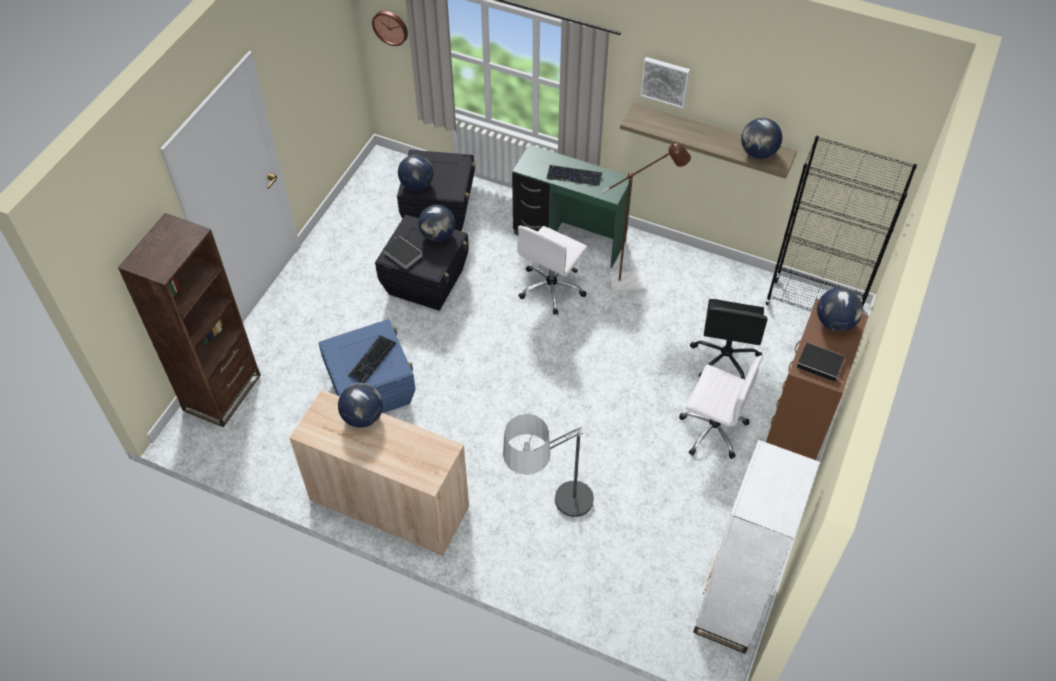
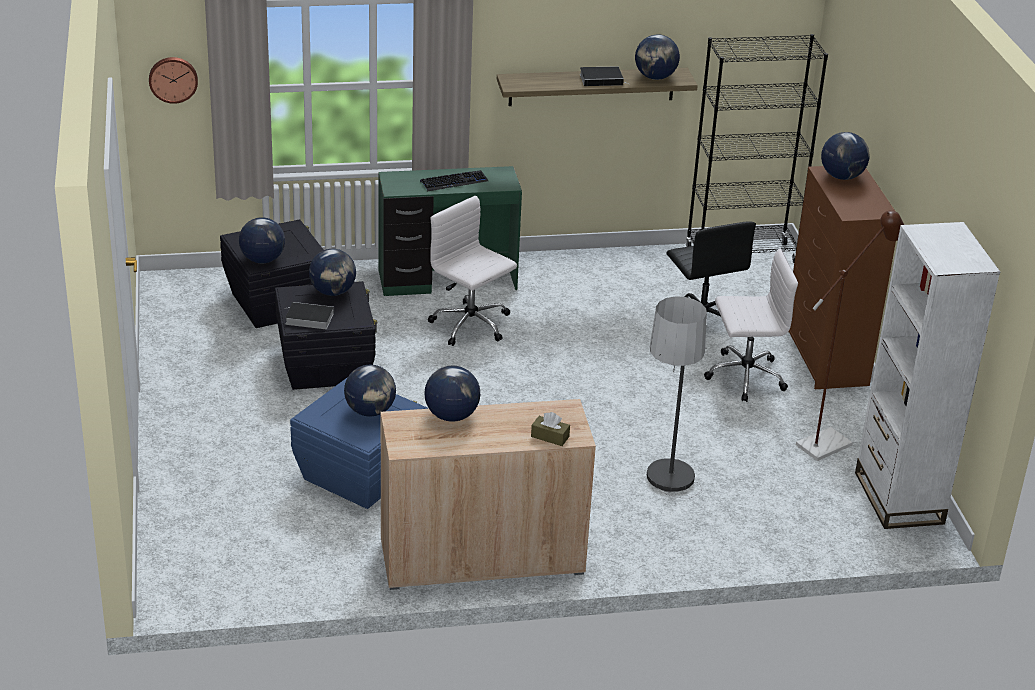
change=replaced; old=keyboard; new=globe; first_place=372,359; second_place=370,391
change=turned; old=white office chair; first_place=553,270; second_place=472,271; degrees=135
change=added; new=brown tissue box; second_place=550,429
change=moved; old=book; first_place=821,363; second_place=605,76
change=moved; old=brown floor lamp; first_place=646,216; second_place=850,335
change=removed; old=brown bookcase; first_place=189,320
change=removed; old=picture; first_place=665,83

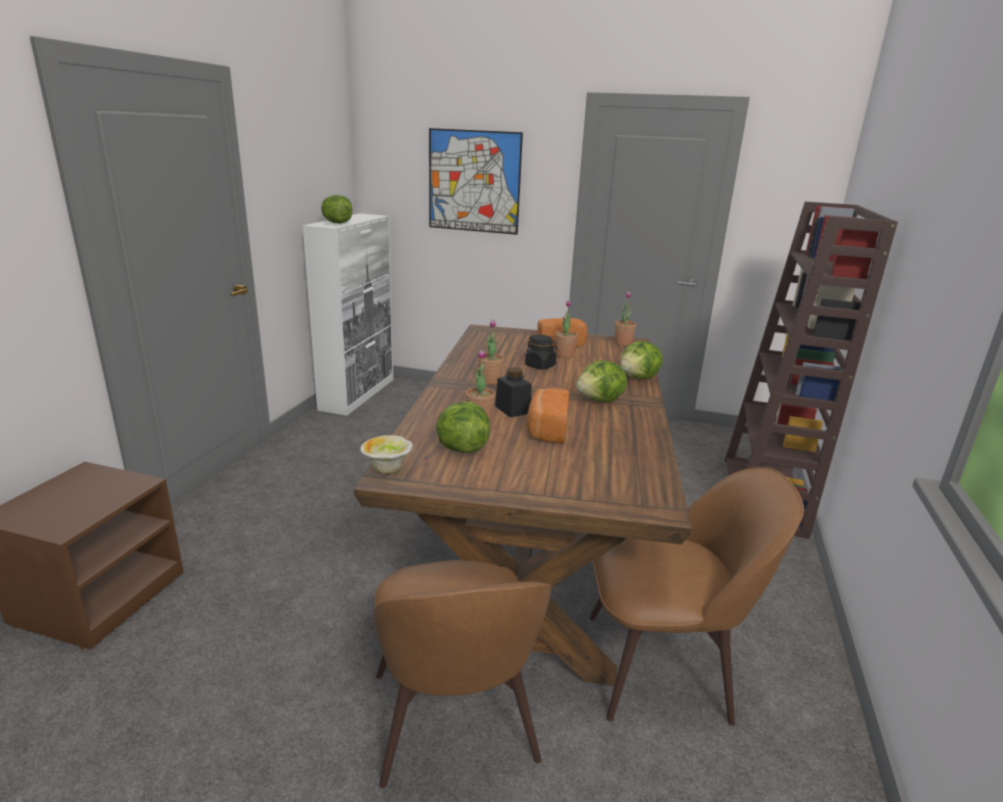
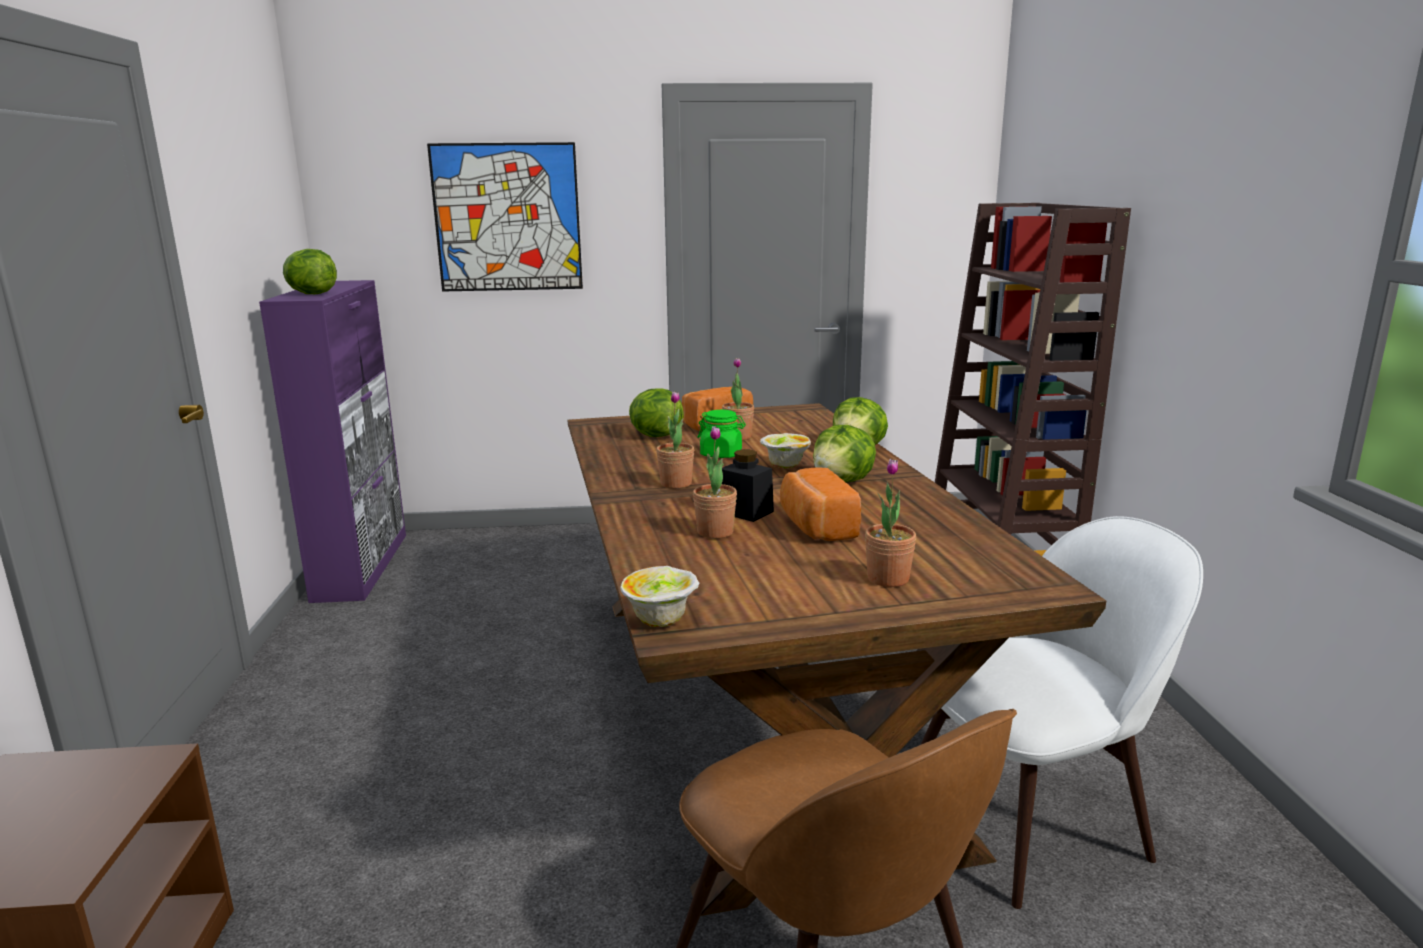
change=recoloured; old=white cabinet; new=purple cabinet; first_place=348,314; second_place=332,441
change=moved; old=lettuce; first_place=463,427; second_place=656,412
change=recoloured; old=black jar; new=green jar; first_place=541,352; second_place=722,434
change=added; new=bowl; second_place=785,451
change=moved; old=potted plant; first_place=625,318; second_place=890,523
change=recoloured; old=brown chair; new=white chair; first_place=696,596; second_place=1062,712

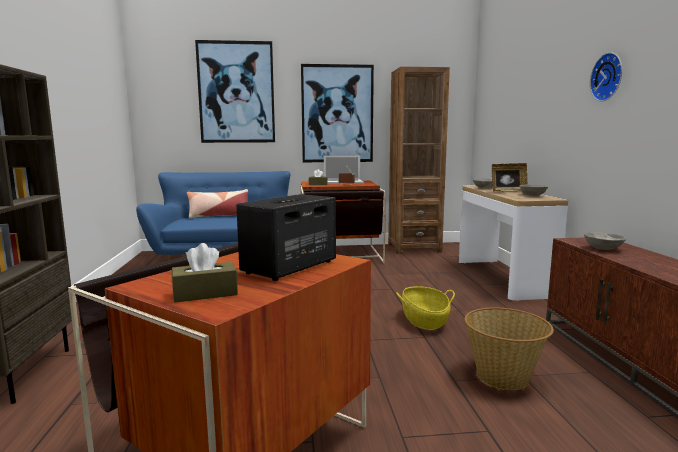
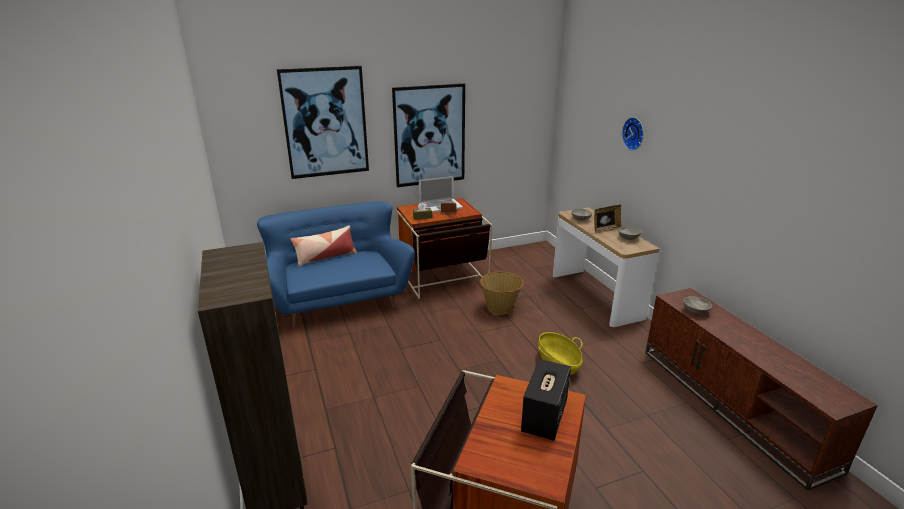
change=moved; old=basket; first_place=509,348; second_place=502,293
change=moved; old=wall clock; first_place=606,76; second_place=633,134
change=removed; old=brown tissue box; first_place=205,273
change=removed; old=brown bookcase; first_place=419,160

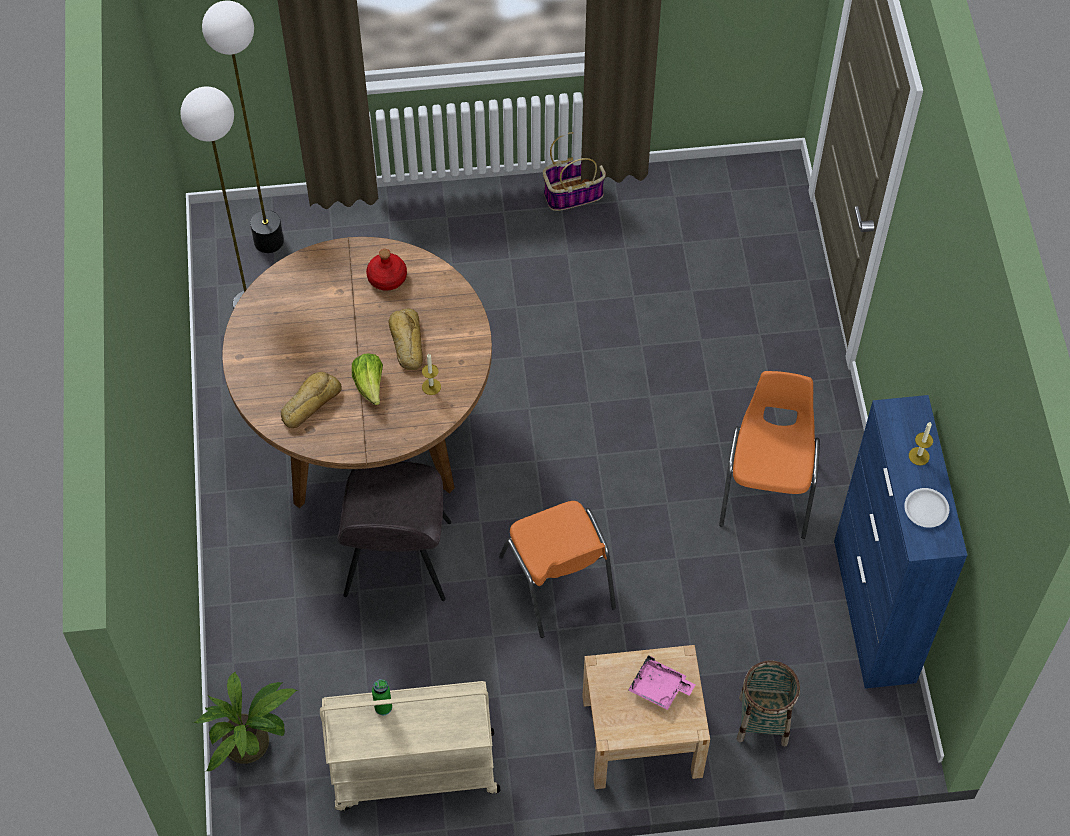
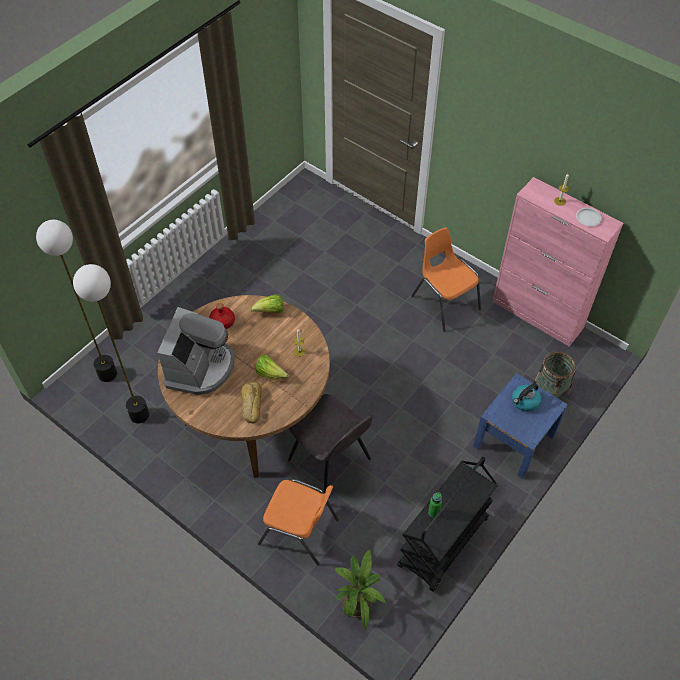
change=added; new=coffee machine; second_place=196,351
change=added; new=lettuce; second_place=267,303
change=moved; old=orange chair; first_place=557,569; second_place=298,522
change=recoloured; old=beige cart; new=black cart; first_place=410,746; second_place=447,524
change=recoloured; old=beige nightstand; new=blue nightstand; first_place=646,717; second_place=520,426
change=recoloured; old=blue cabinet; new=pink cabinet; first_place=901,542; second_place=557,261
change=replaced; old=pink tray; new=kettle; first_place=661,682; second_place=526,397
change=removed; old=bread; first_place=406,339
change=removed; old=basket; first_place=574,171

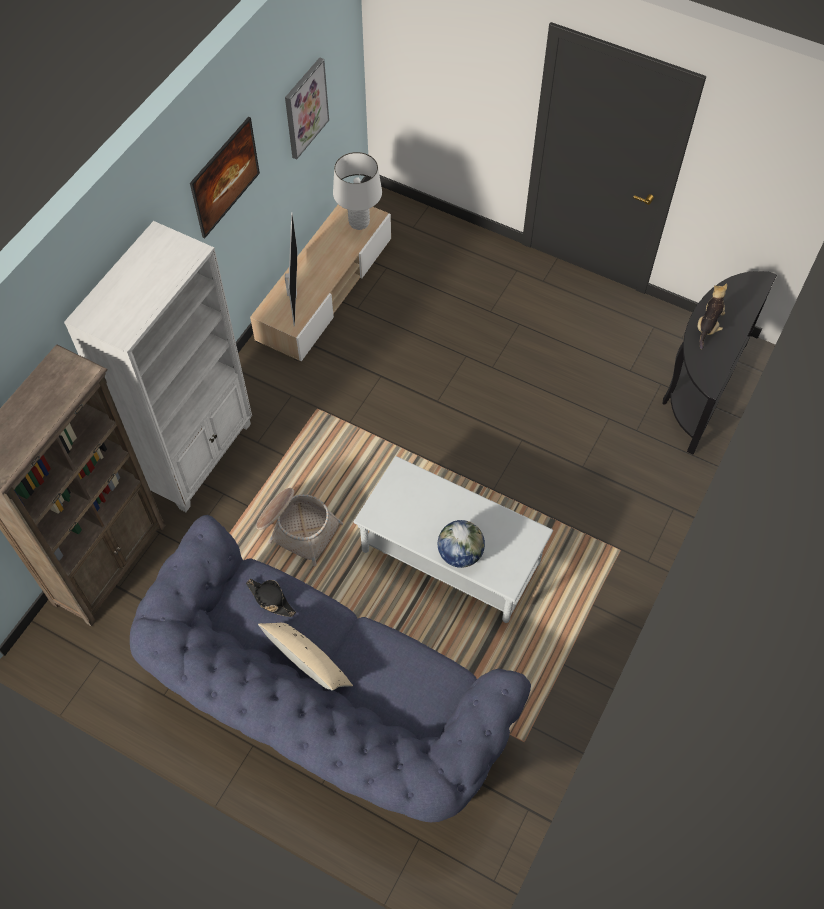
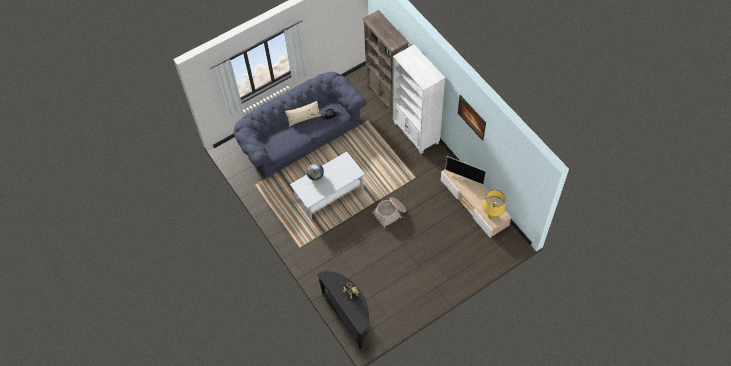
change=moved; old=basket; first_place=299,527; second_place=389,213
change=recoloured; old=white table lamp; new=yellow table lamp; first_place=357,191; second_place=494,205
change=removed; old=picture; first_place=307,109

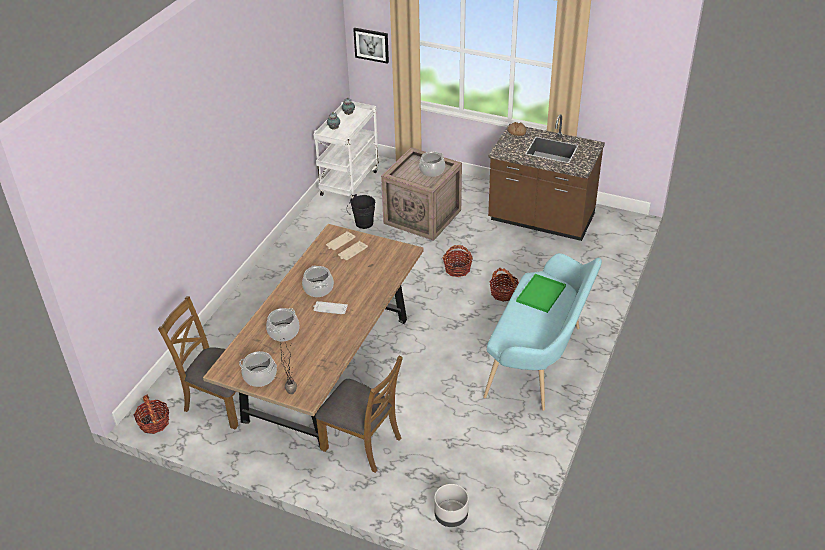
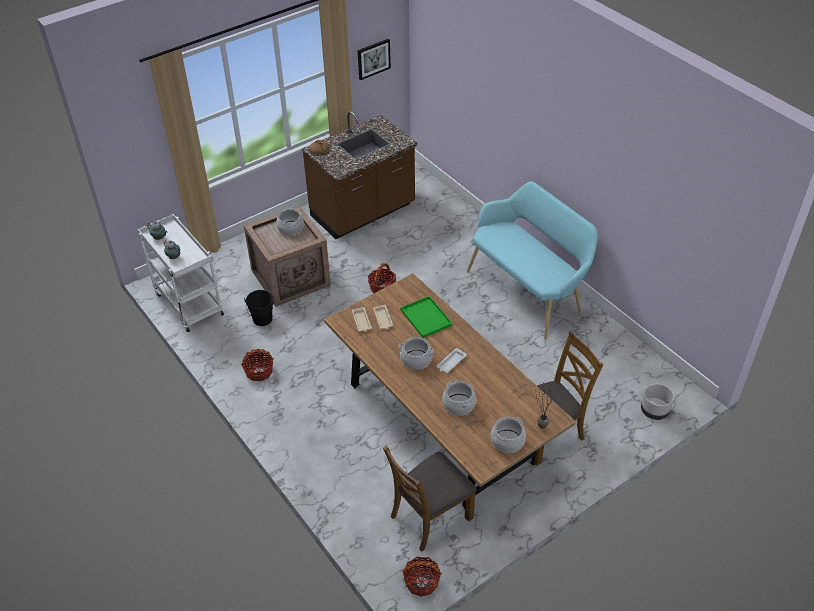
change=moved; old=basket; first_place=504,285; second_place=257,365
change=moved; old=picture; first_place=371,46; second_place=374,59
change=moved; old=green tray; first_place=541,293; second_place=426,317

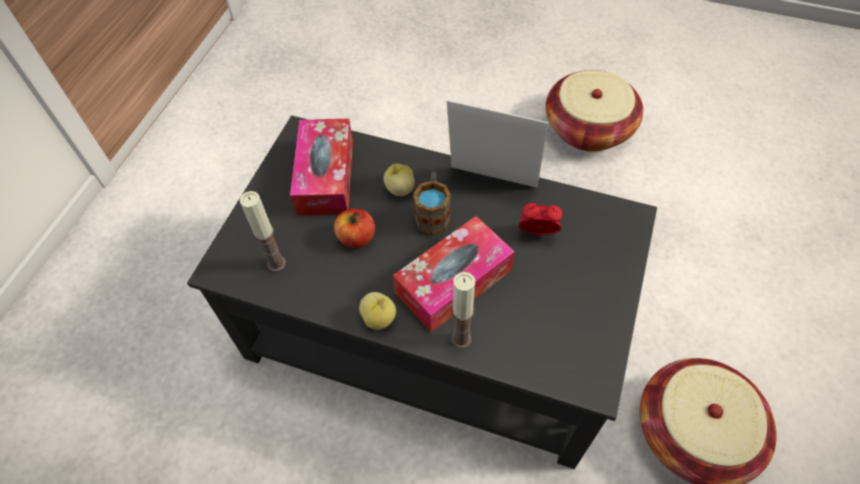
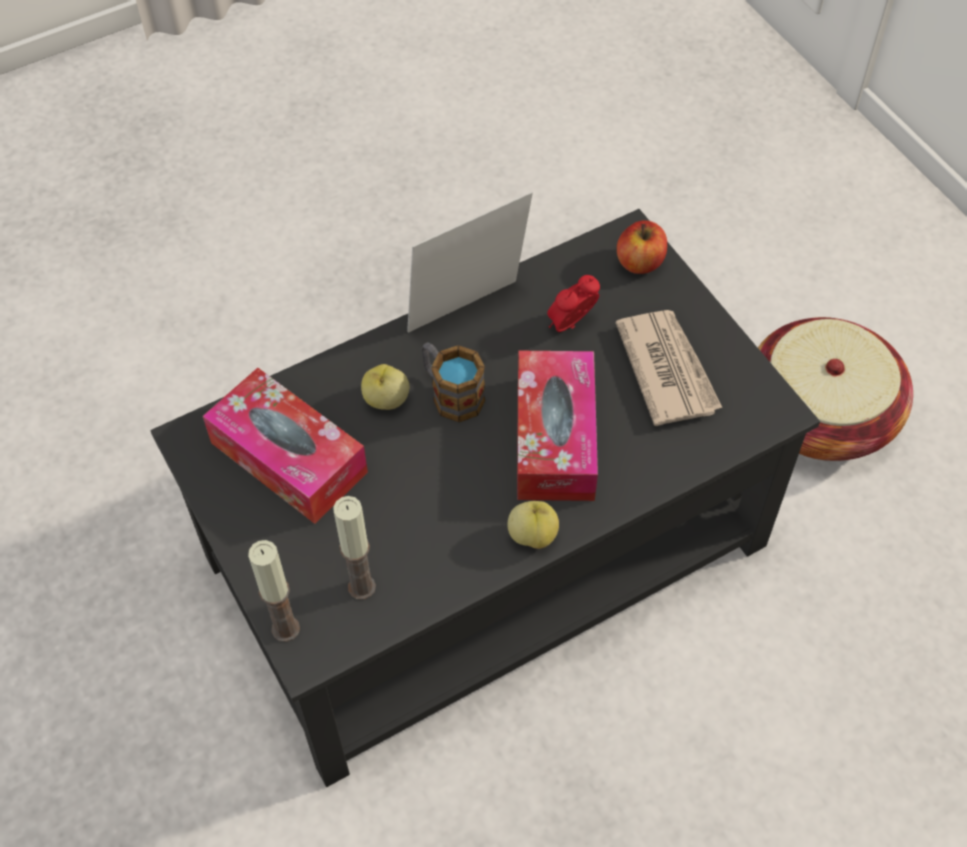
change=moved; old=candle; first_place=463,310; second_place=274,591
change=added; new=newspaper; second_place=669,368
change=moved; old=apple; first_place=354,228; second_place=642,247
change=removed; old=basket; first_place=594,111

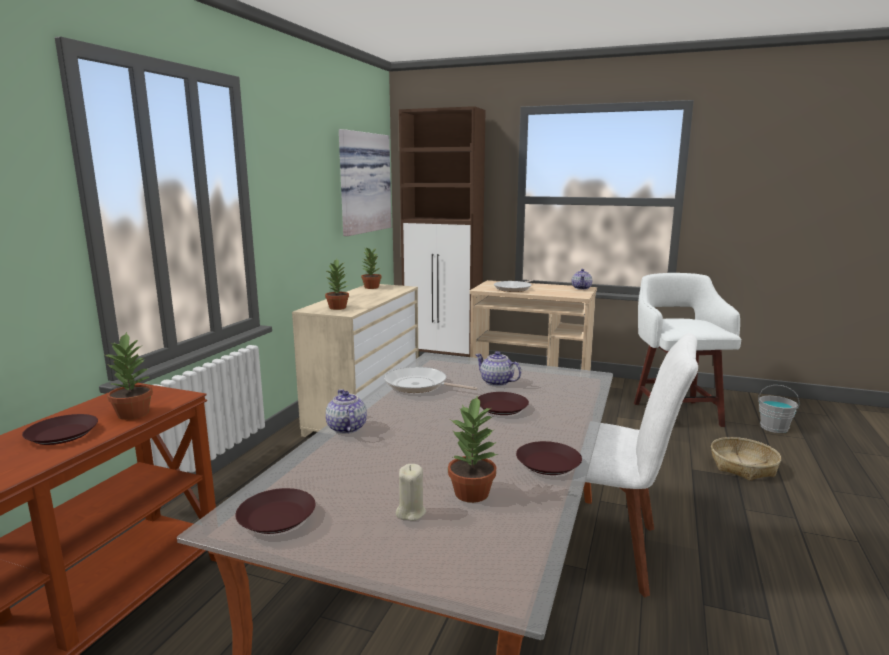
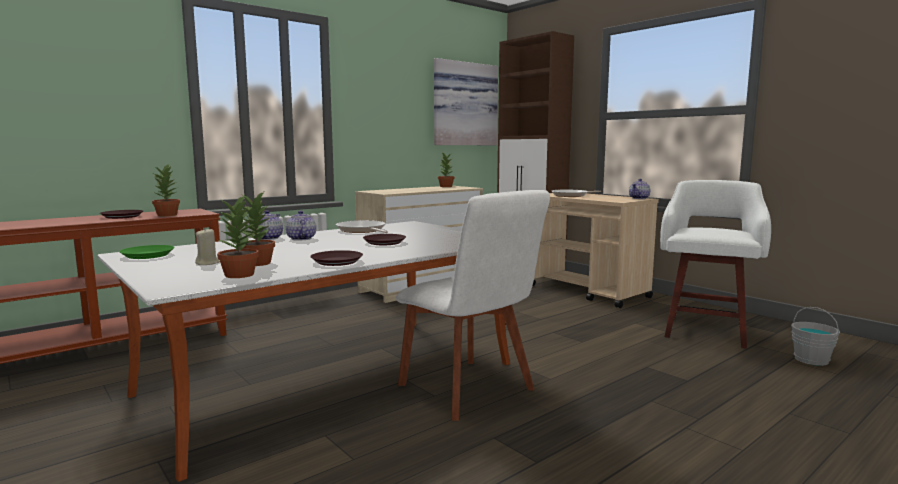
change=recoloured; old=brown plate; new=green plate; first_place=275,511; second_place=146,252
change=moved; old=potted plant; first_place=337,284; second_place=238,236
change=moved; old=teapot; first_place=498,368; second_place=301,225
change=removed; old=basket; first_place=746,459

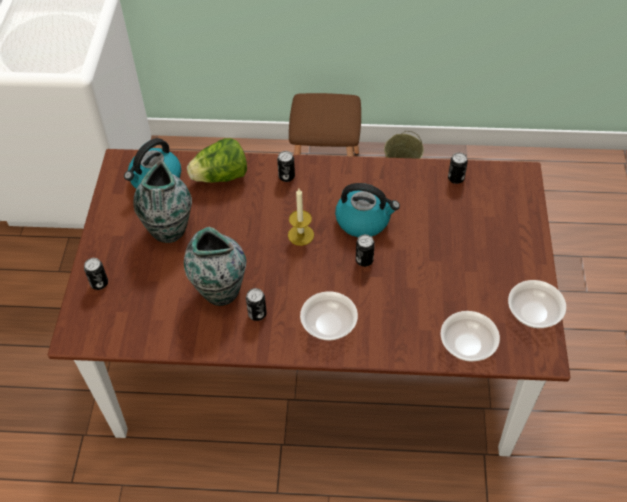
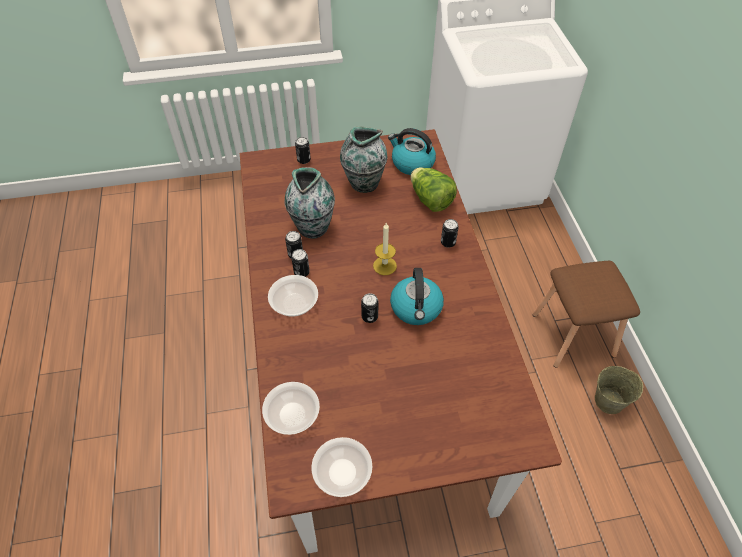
change=moved; old=can; first_place=458,168; second_place=300,263

